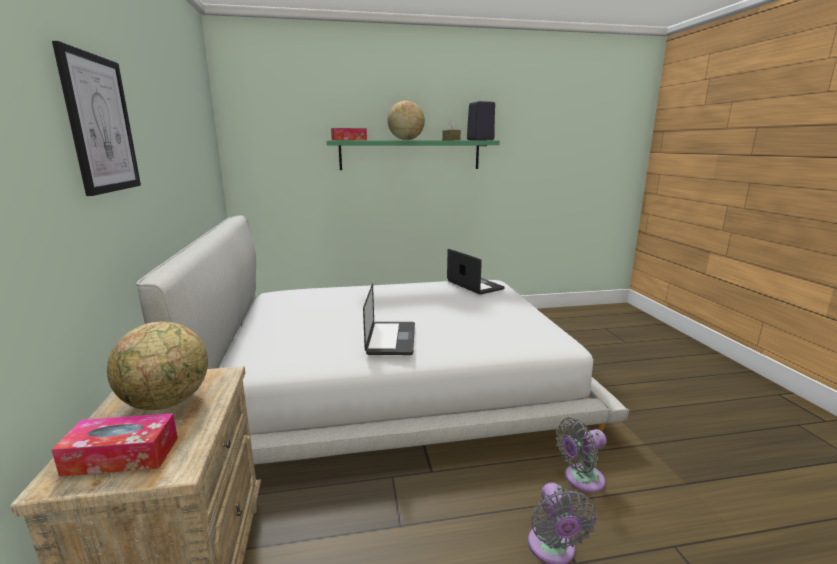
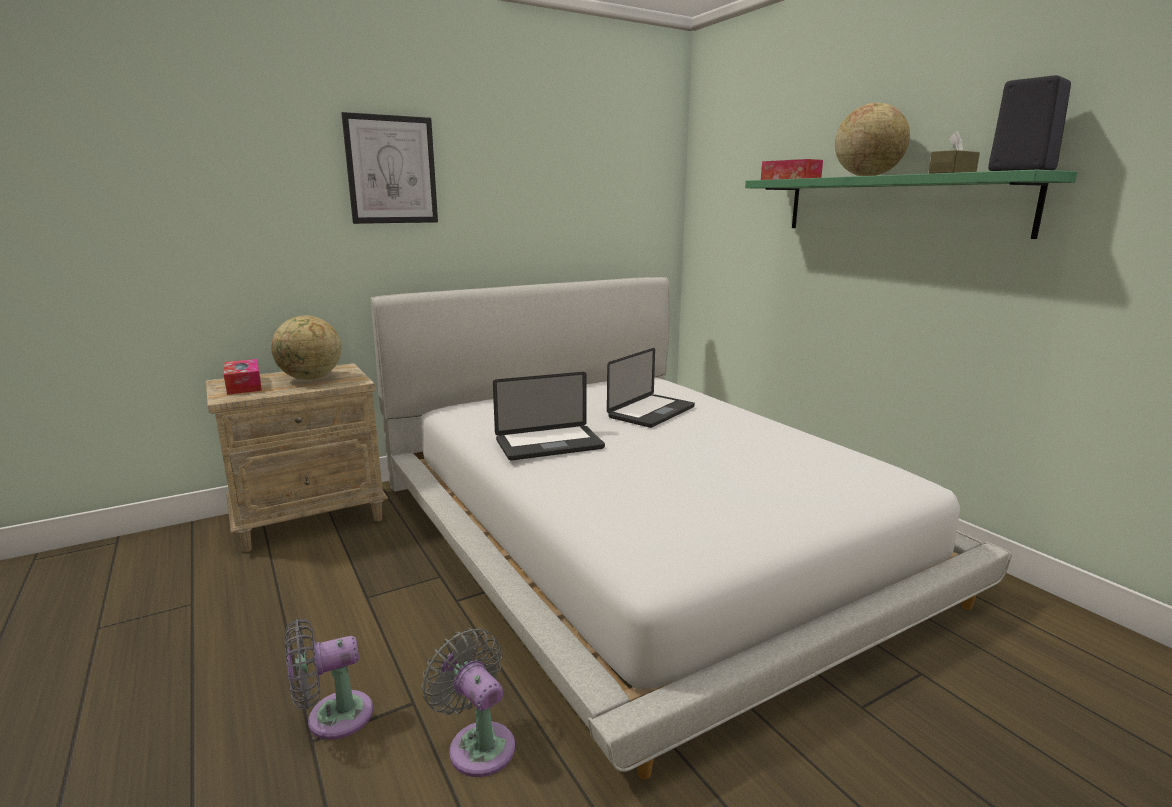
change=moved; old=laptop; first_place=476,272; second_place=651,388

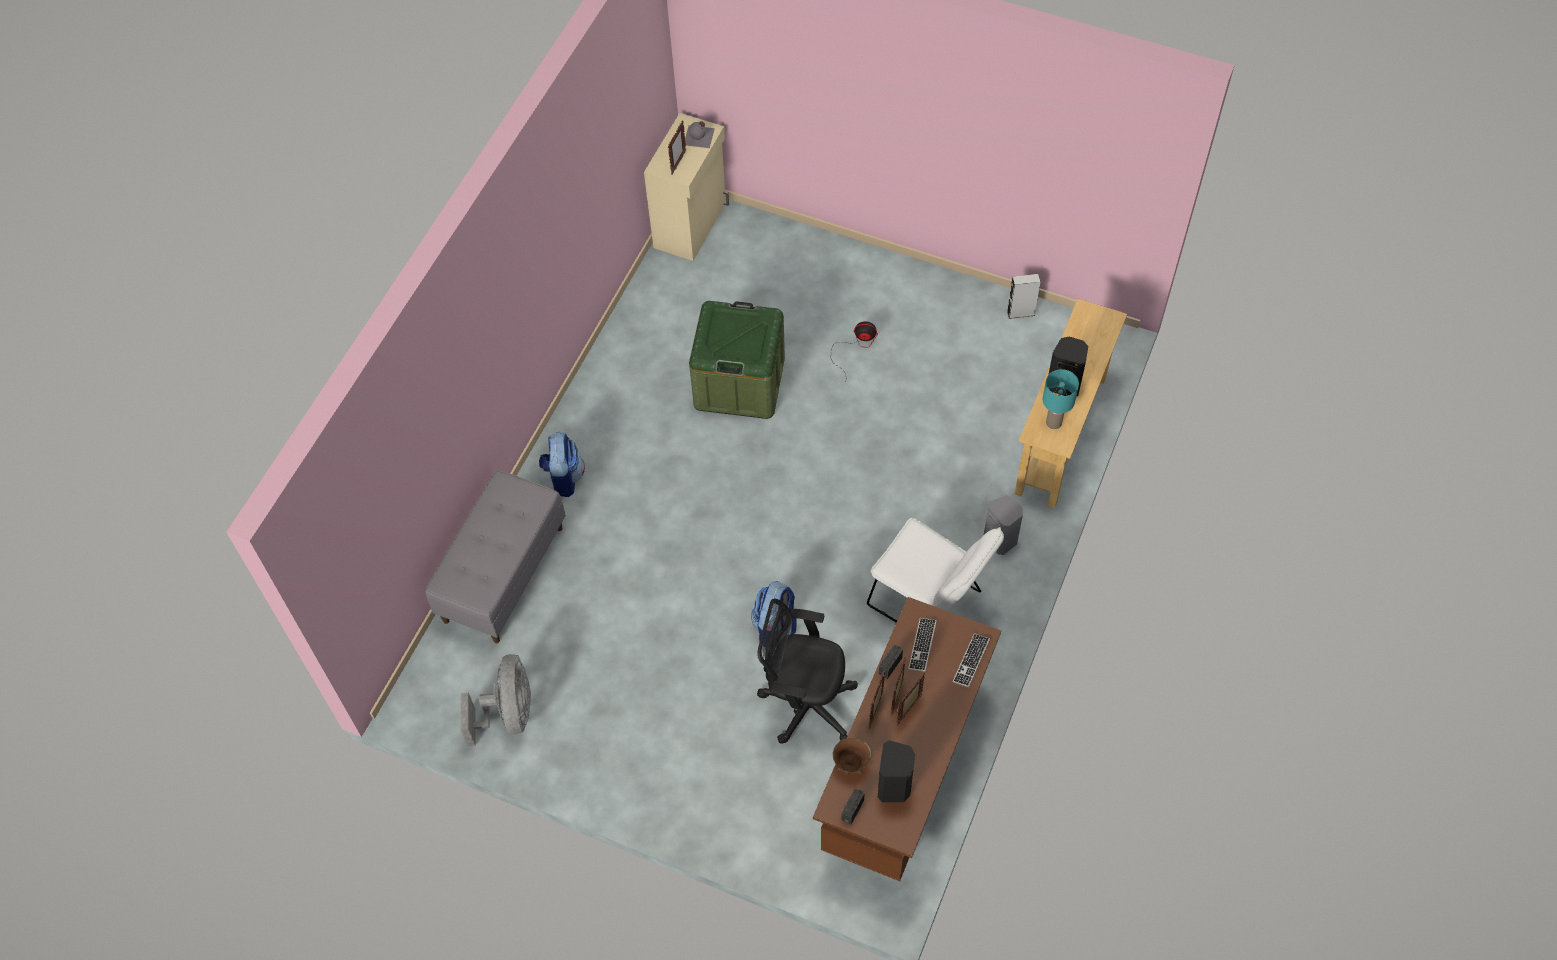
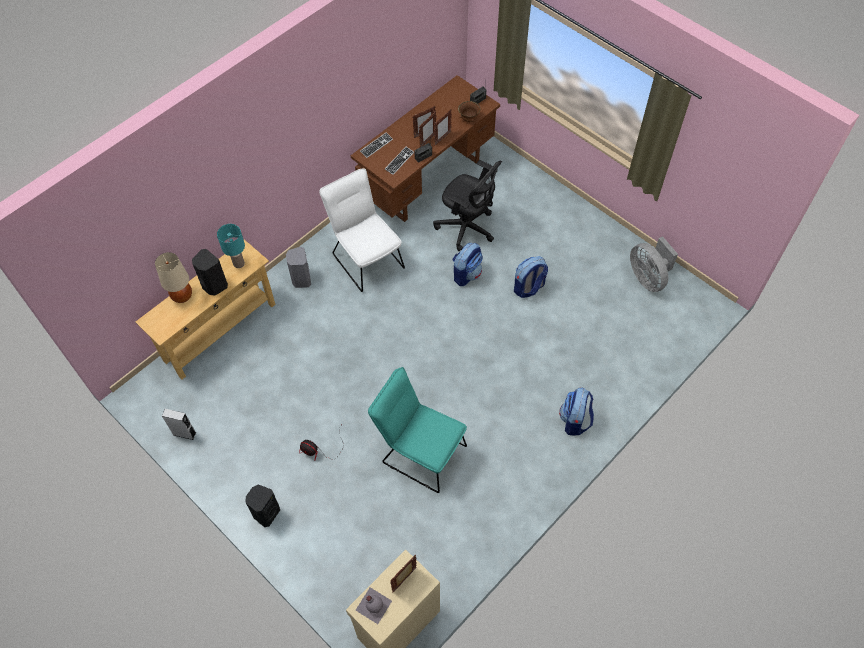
change=added; new=beige table lamp; second_place=173,277
change=moved; old=black speaker; first_place=896,771; second_place=263,505
change=replaced; old=green storage box; new=turquoise chair; first_place=737,360; second_place=417,430
change=added; new=backpack; second_place=531,277
change=turned; old=grey fan; first_place=496,700; second_place=654,264; degrees=-45
change=removed; old=grey bench; first_place=495,556

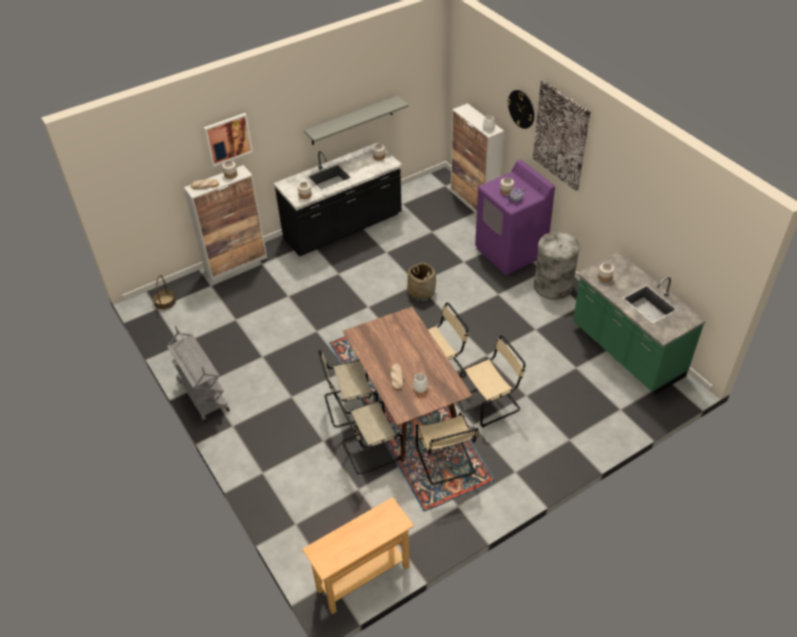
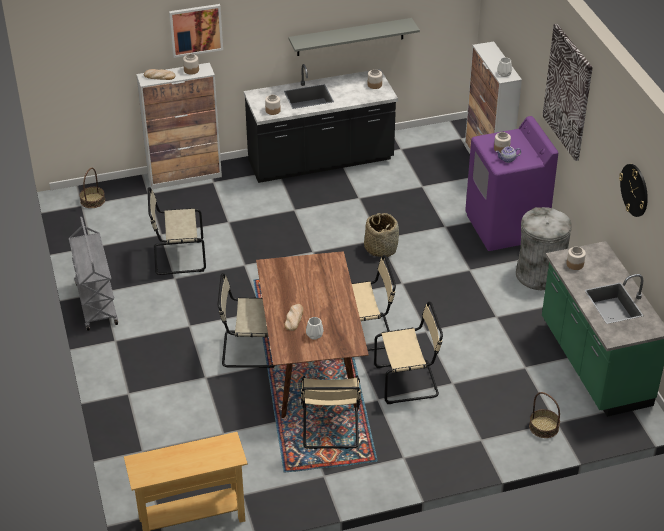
change=moved; old=beige chair; first_place=370,435; second_place=176,231
change=added; new=basket; second_place=544,415
change=moved; old=wall clock; first_place=520,109; second_place=633,190

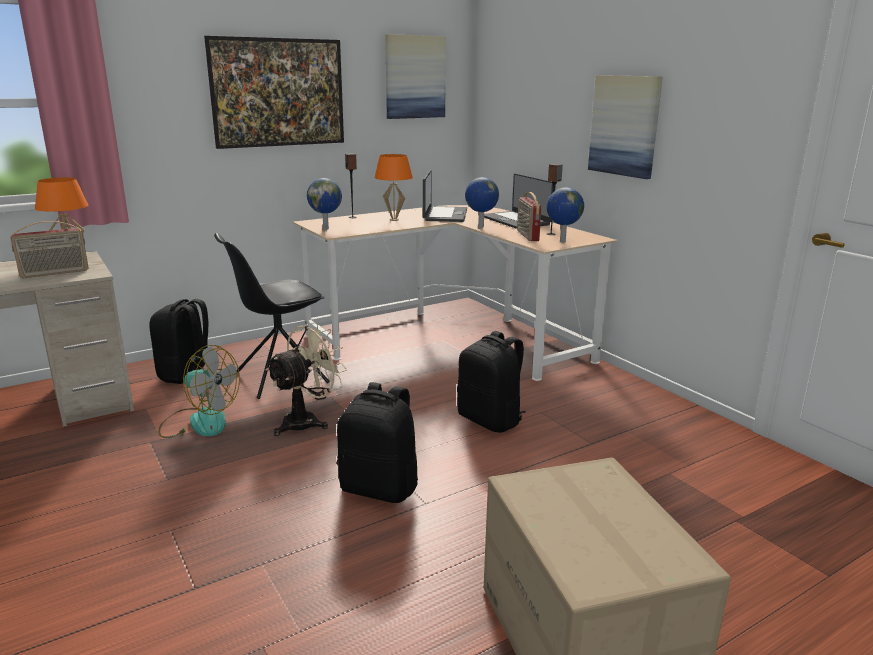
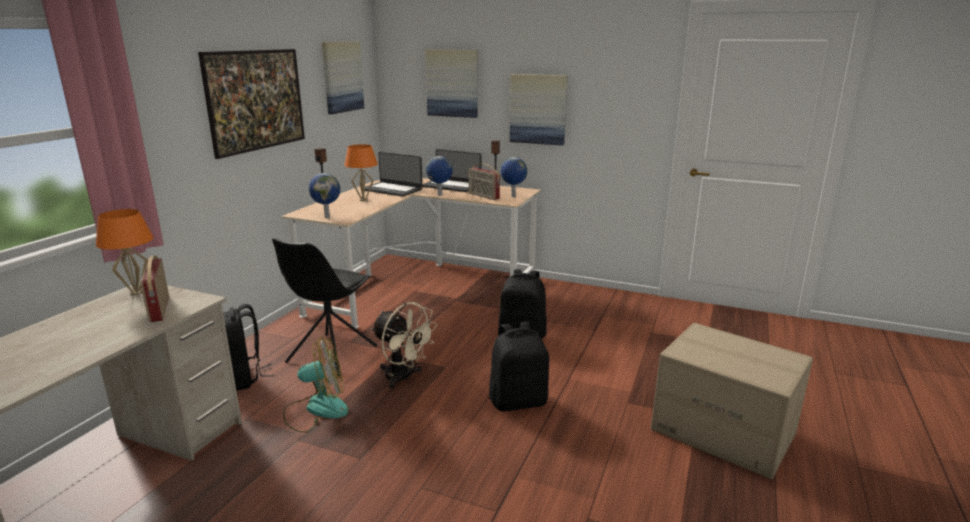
change=turned; old=radio; first_place=49,249; second_place=154,289; degrees=135
change=turned; old=laptop; first_place=445,196; second_place=394,174; degrees=150
change=turned; old=beige fan; first_place=306,379; second_place=404,345; degrees=120
change=added; new=picture; second_place=451,83

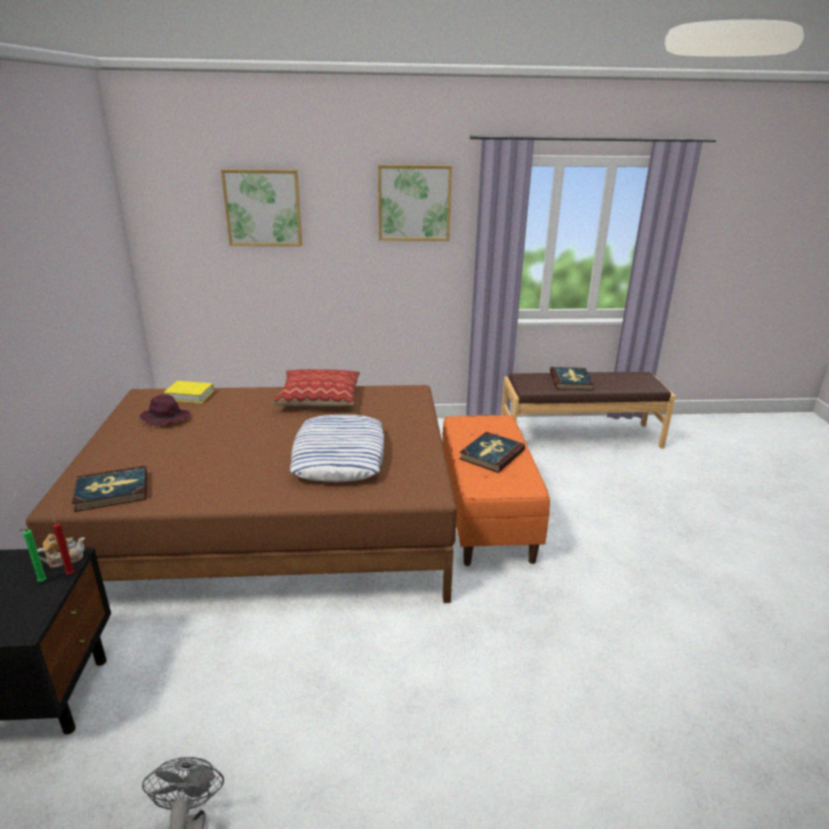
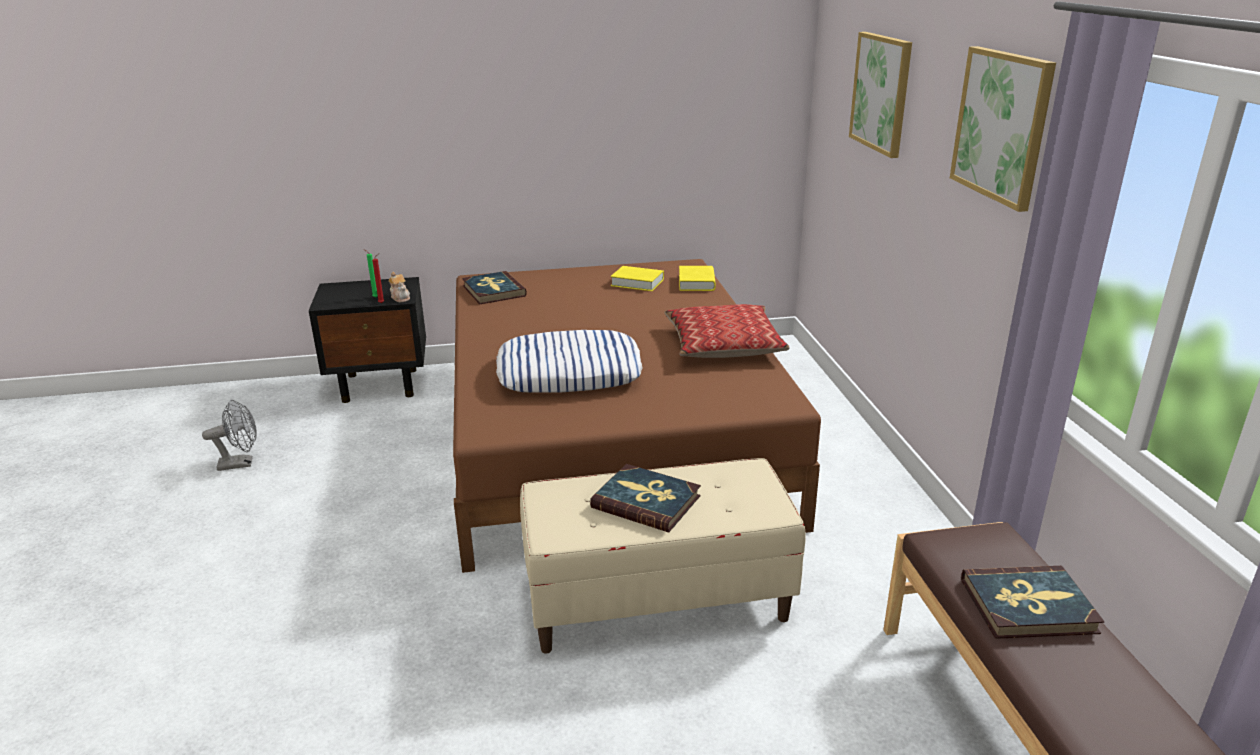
change=recoloured; old=orange bench; new=beige bench; first_place=496,490; second_place=663,556
change=replaced; old=purple hat; new=yellow book; first_place=165,410; second_place=637,278

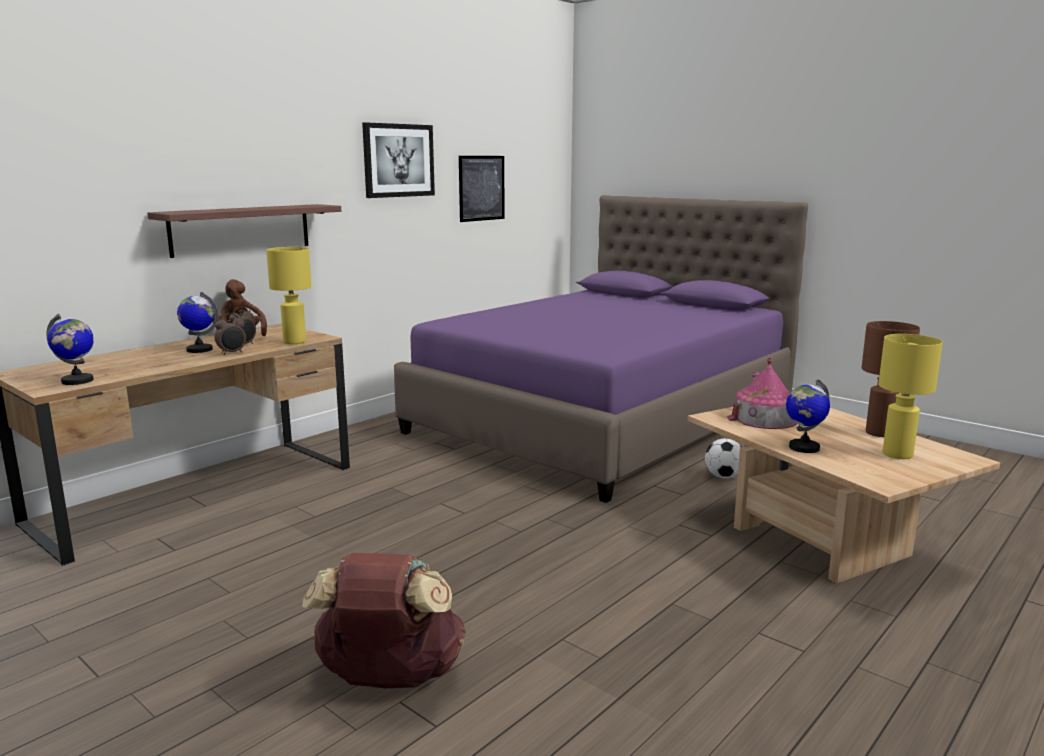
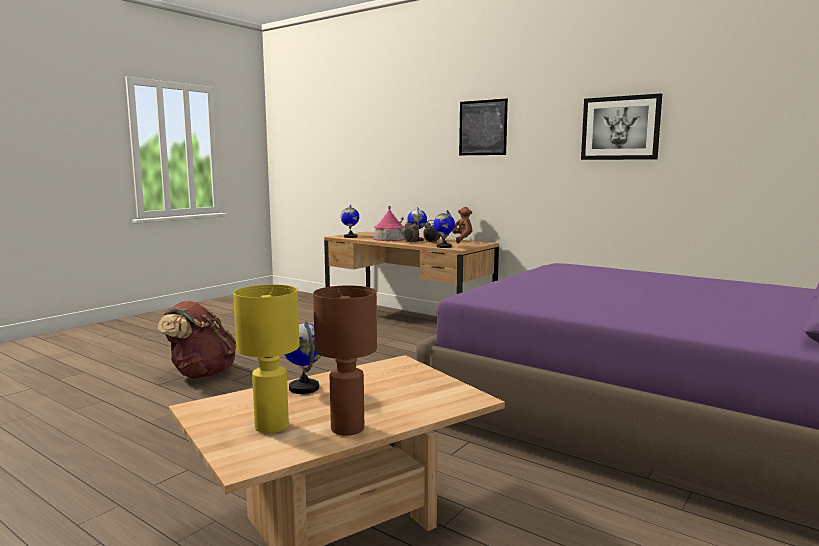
change=moved; old=toy house; first_place=762,393; second_place=389,223
change=replaced; old=yellow table lamp; new=globe; first_place=289,295; second_place=444,229
change=moved; old=picture; first_place=482,189; second_place=483,126
change=removed; old=shelf; first_place=244,231
change=removed; old=football; first_place=723,458

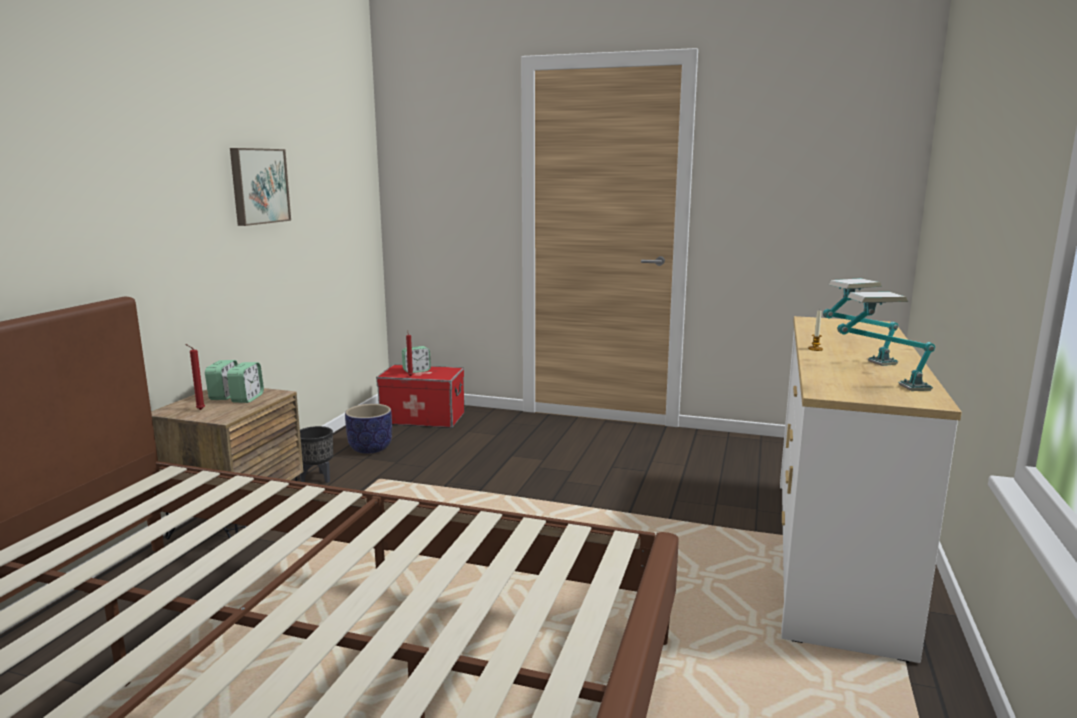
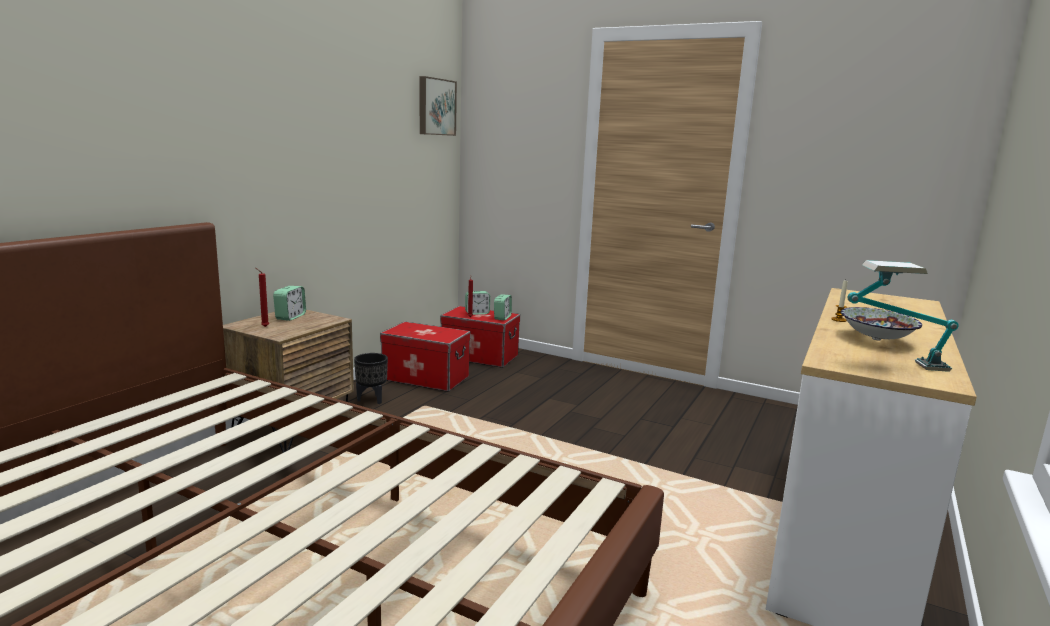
change=replaced; old=planter; new=storage box; first_place=368,429; second_place=425,357
change=moved; old=picture; first_place=260,187; second_place=438,106
change=moved; old=alarm clock; first_place=245,382; second_place=503,307
change=replaced; old=table lamp; new=bowl; first_place=860,322; second_place=881,323

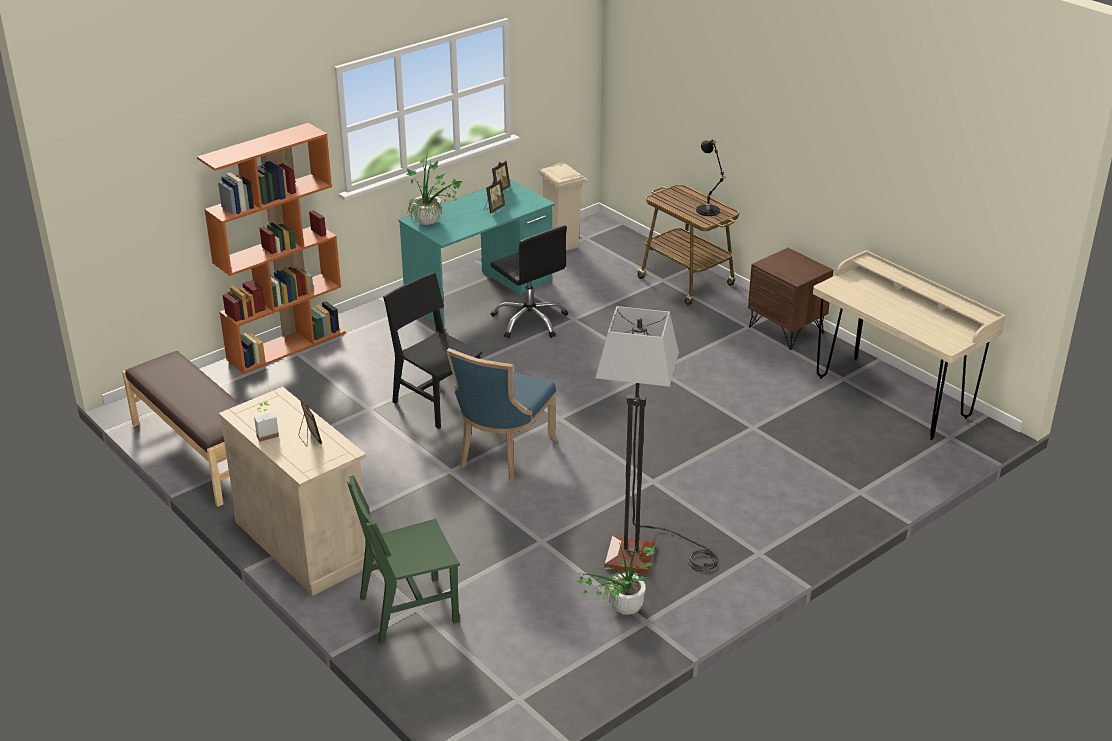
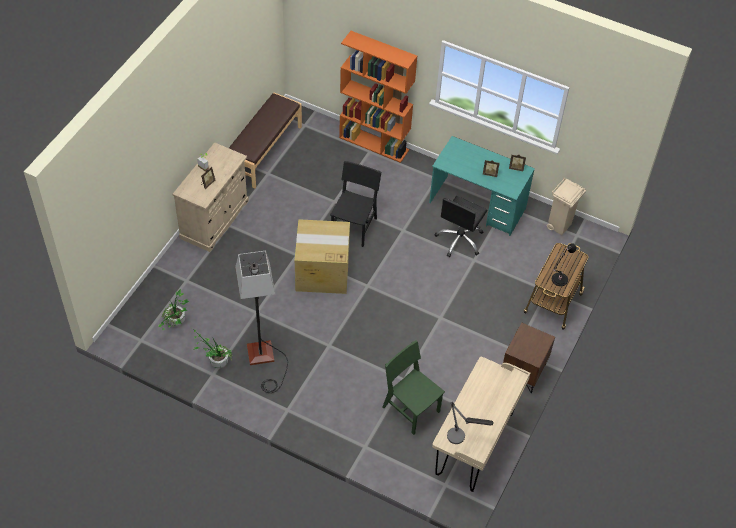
change=moved; old=potted plant; first_place=435,188; second_place=173,309
change=replaced; old=blue chair; new=cardboard box; first_place=502,415; second_place=322,256
change=moved; old=green chair; first_place=403,559; second_place=414,388
change=added; new=table lamp; second_place=470,423

